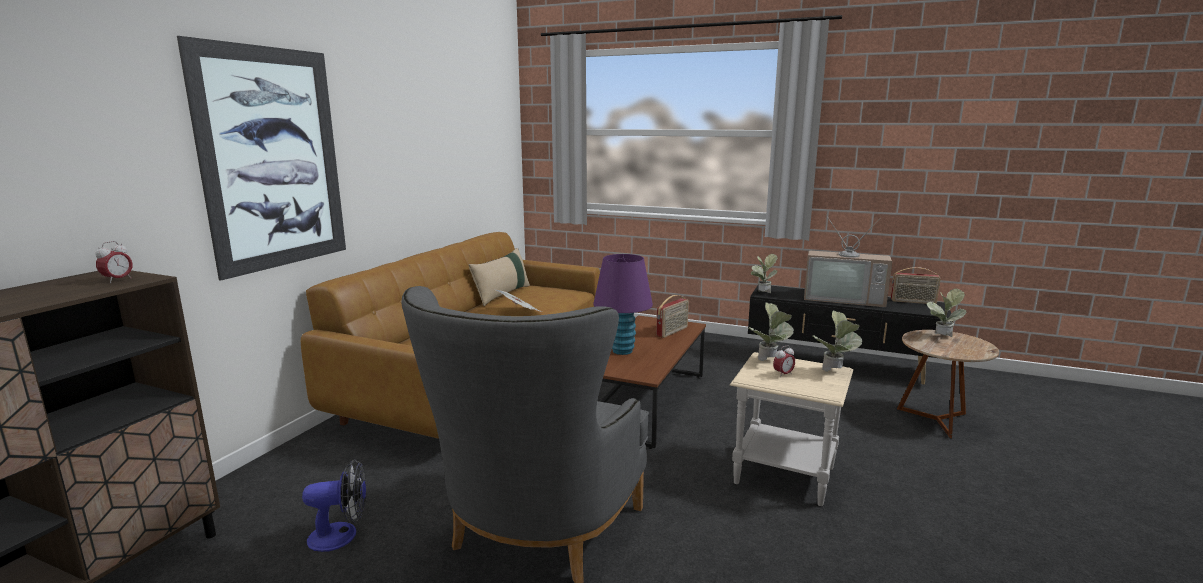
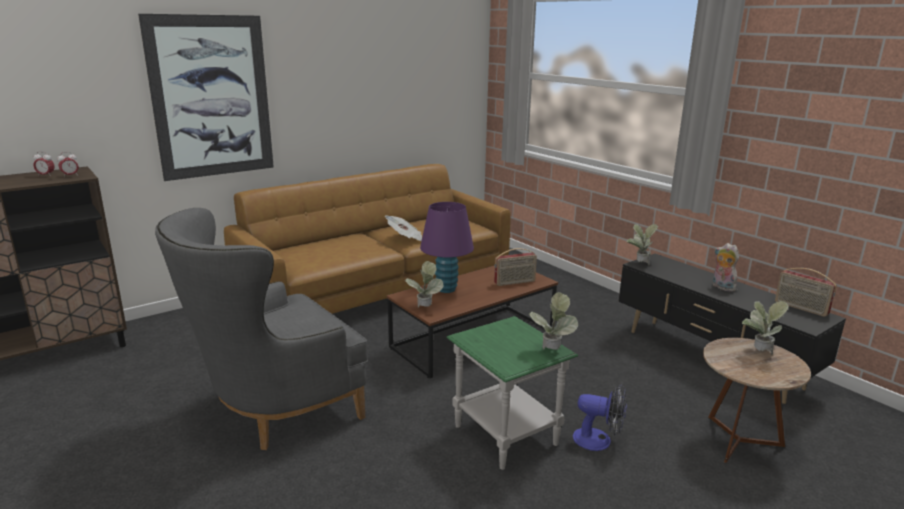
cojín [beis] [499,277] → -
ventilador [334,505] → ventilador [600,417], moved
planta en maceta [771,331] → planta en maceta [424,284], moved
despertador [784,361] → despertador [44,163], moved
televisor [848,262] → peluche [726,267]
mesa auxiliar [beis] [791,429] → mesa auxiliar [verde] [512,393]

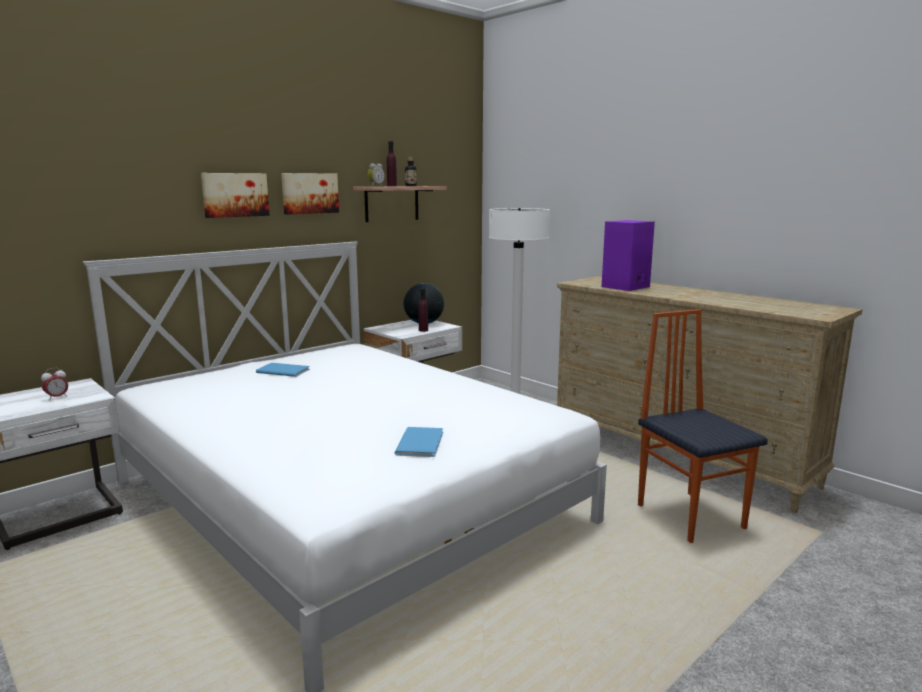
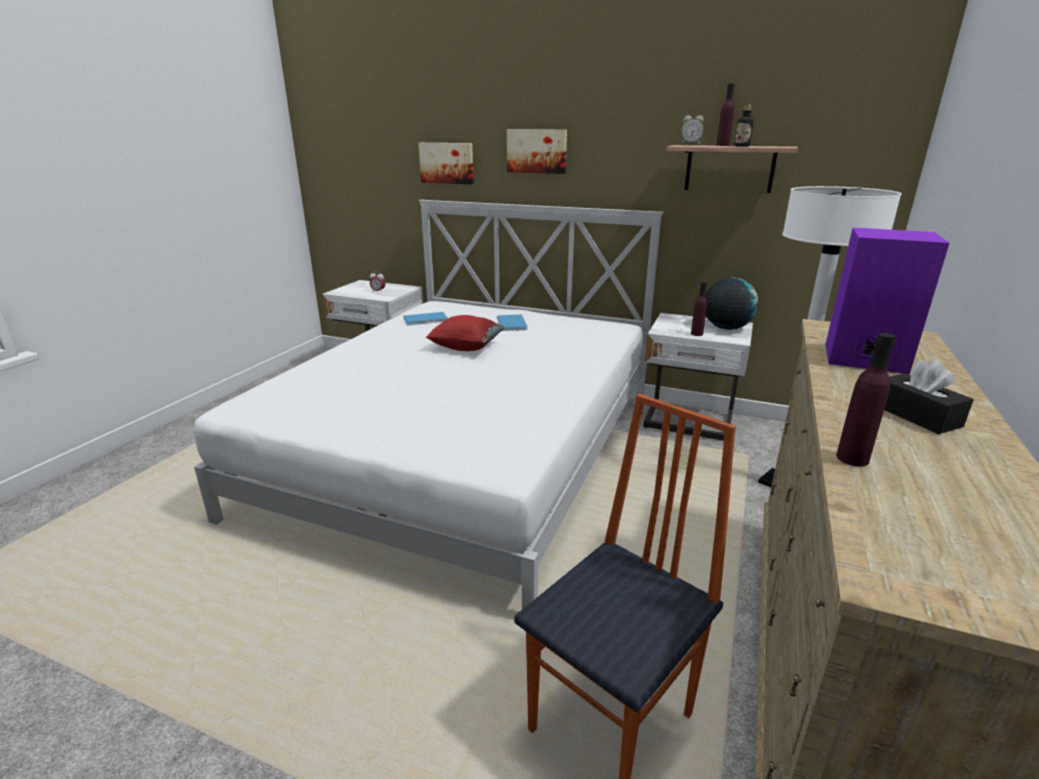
- → cojín [rojo] [465,333]
- → botella [morado] [866,399]
- → caja de pañuelos [negro] [928,397]
cuadro [310,193] → cuadro [446,163], moved
libro [azul] [419,442] → libro [azul] [425,318], moved

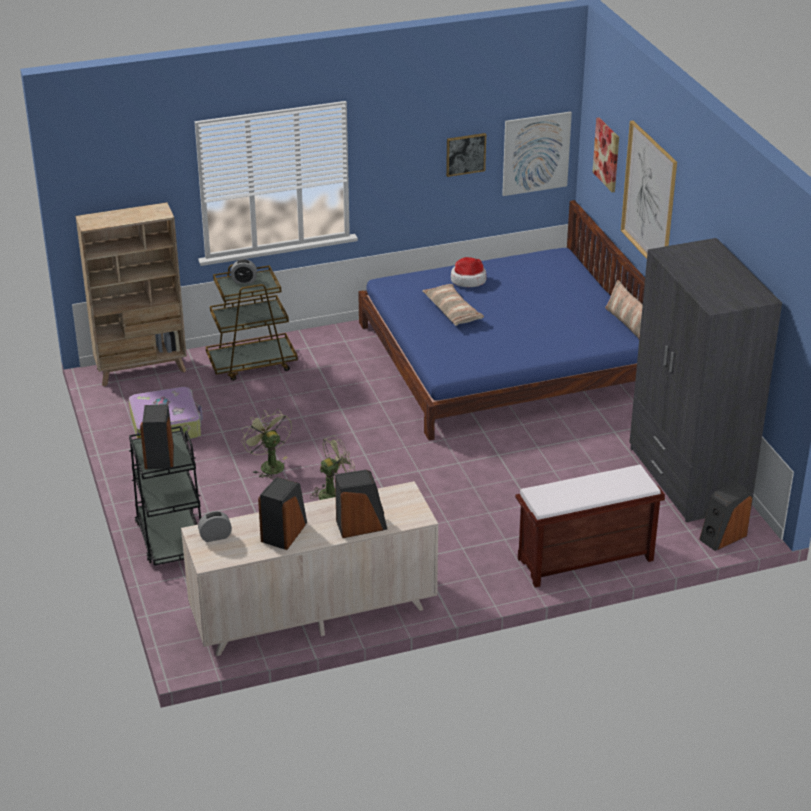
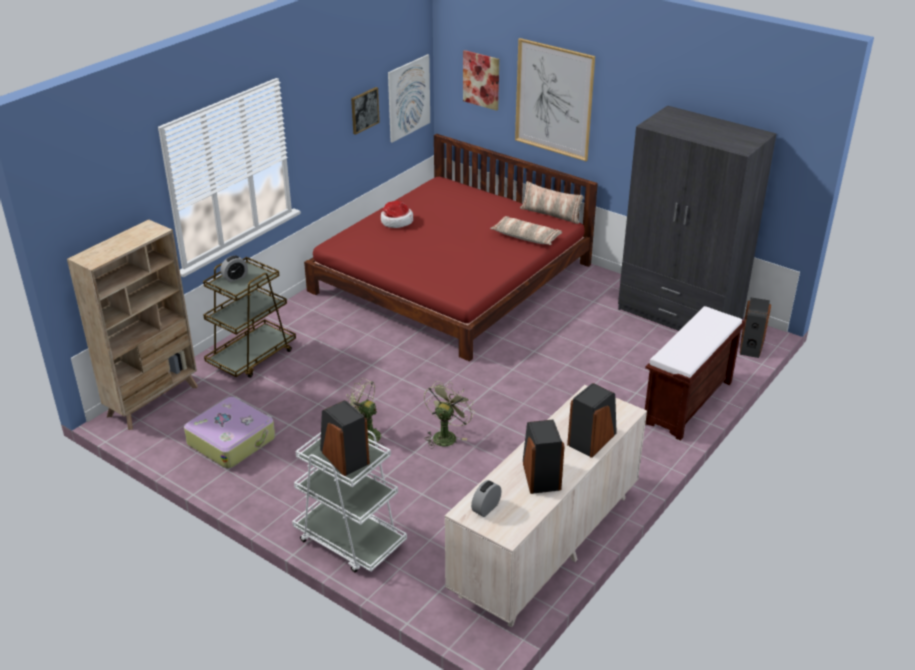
cojín [453,305] → cojín [526,230], moved
carrito [negro] [165,496] → carrito [blanco] [349,501]
cama [azul] [501,320] → cama [rojo] [451,248]

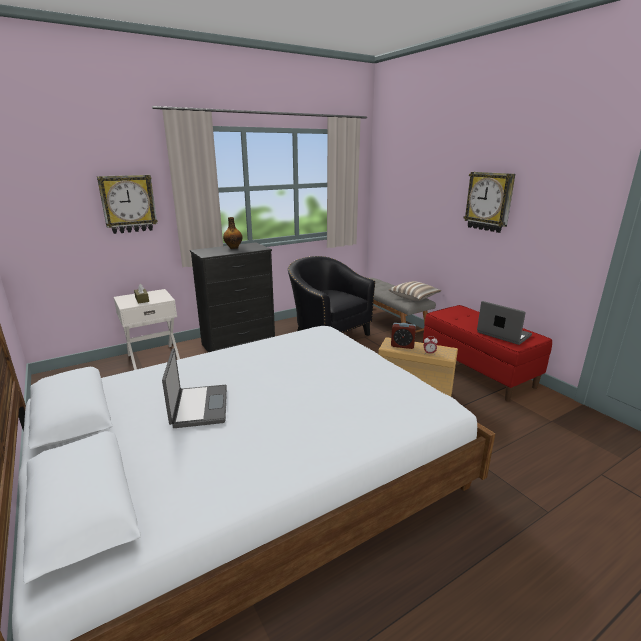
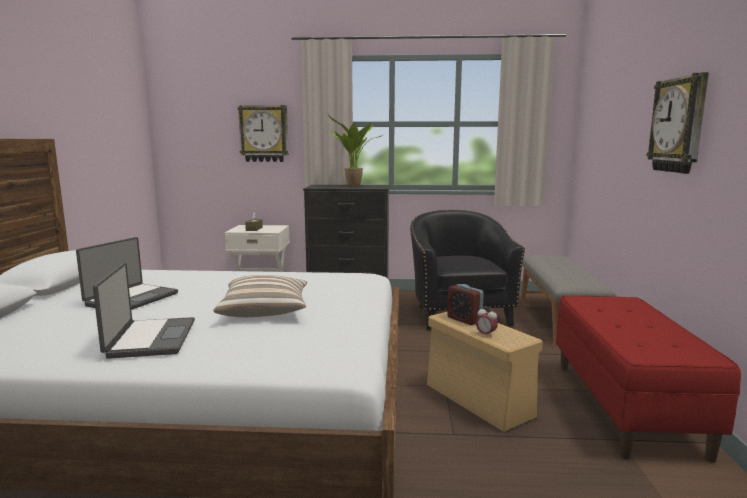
cojín [414,291] → cojín [260,296], moved
portátil [504,323] → portátil [144,311], moved
botella [233,233] → planta en maceta [356,150]

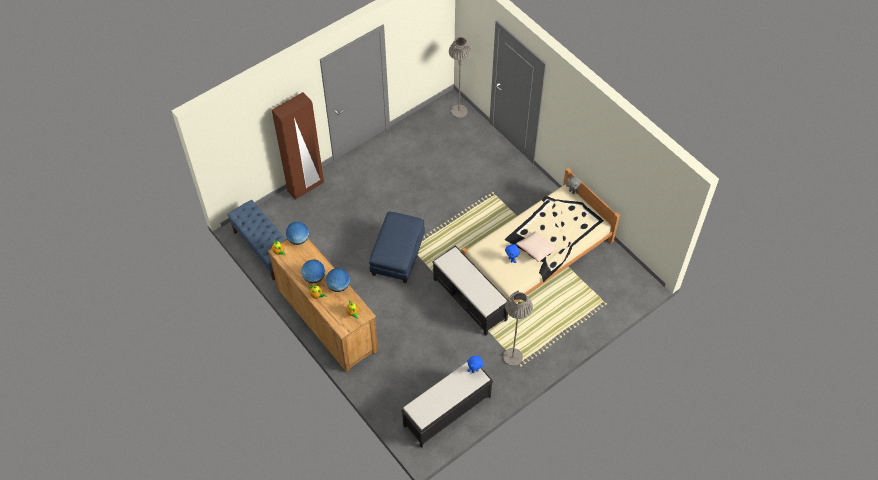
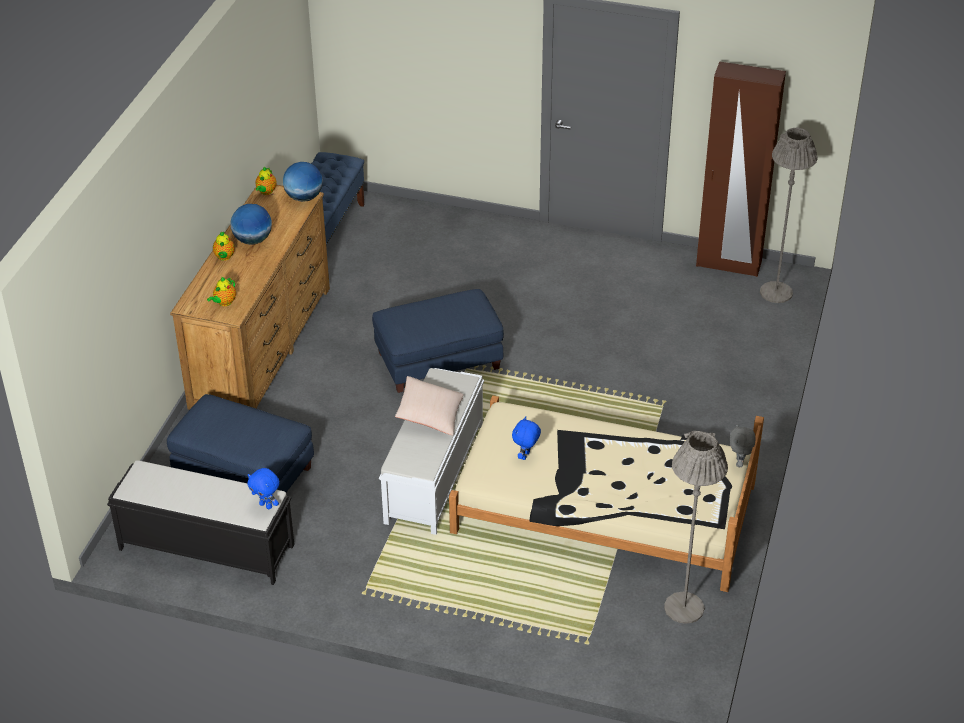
globo terráqueo [338,280] → -
- → puf [azul] [240,443]
armario ropero [marrón] [298,146] → armario ropero [marrón] [741,169], moved
lámpara de pie [gris] [518,328] → lámpara de pie [gris] [696,527], moved
cojín [beis] [537,246] → cojín [beis] [429,405], moved
banco [negro] [470,290] → banco [blanco] [431,451]

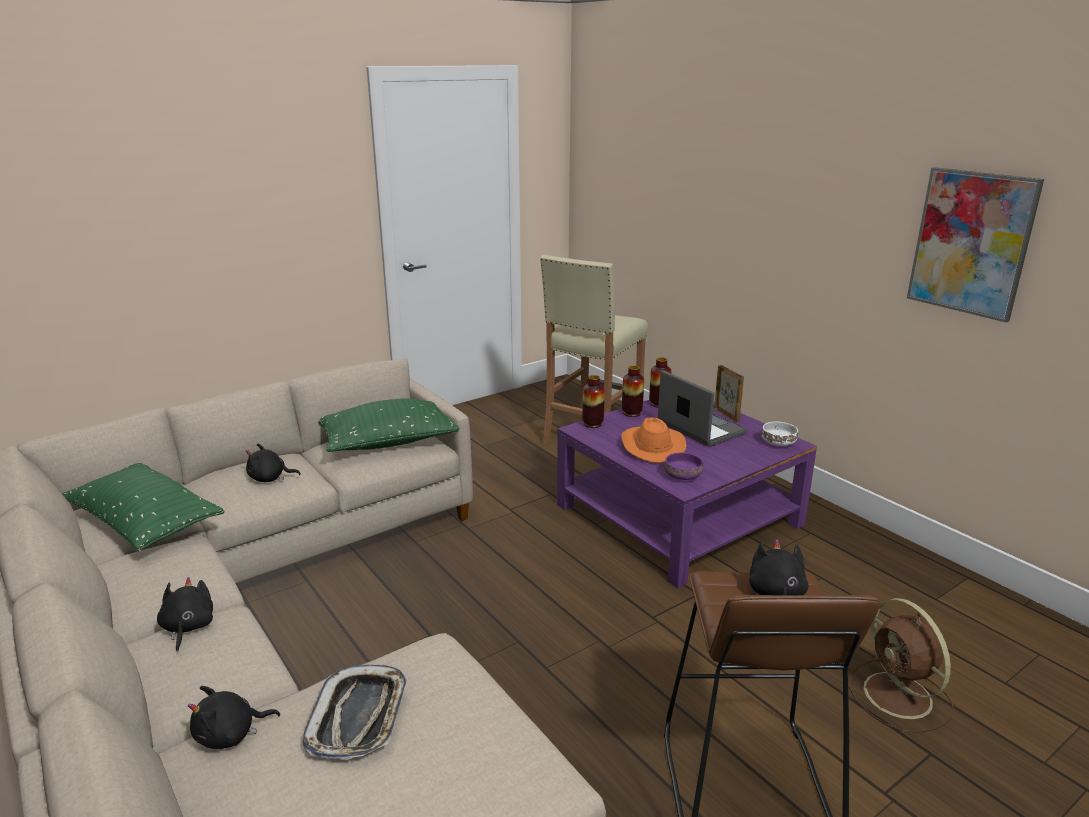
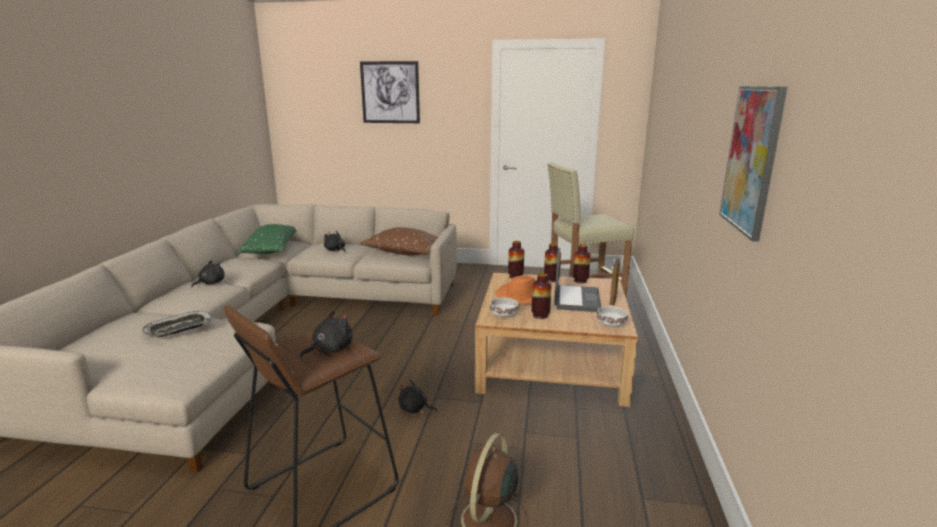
- → cuadro [390,92]
- → florero [541,296]
peluche [negro] [234,717] → peluche [negro] [417,397], moved
cojín [verde] [388,425] → cojín [marrón] [405,241]
mesa de centro [morado] [687,494] → mesa de centro [beis] [556,340]
cuenco [morado] [683,466] → cuenco [blanco] [504,307]

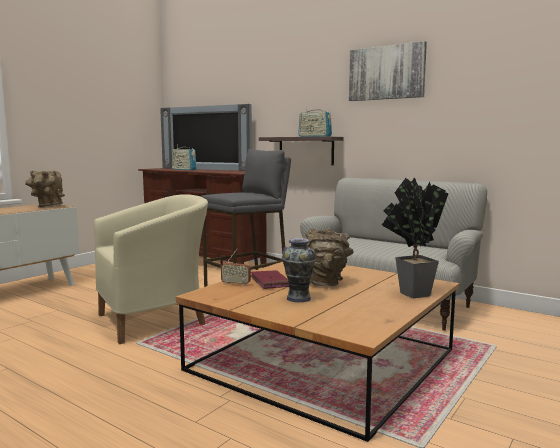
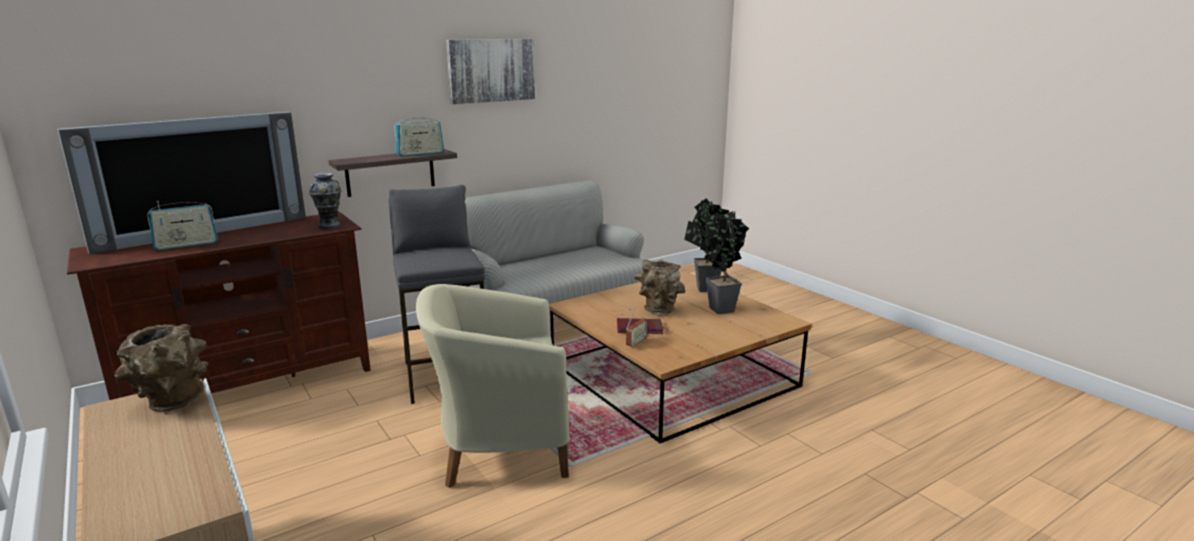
- → planta en maceta [726,262]
florero [299,270] → florero [325,201], moved
sillón [beis] [151,269] → sillón [beis] [493,386], 90 degrees counterclockwise

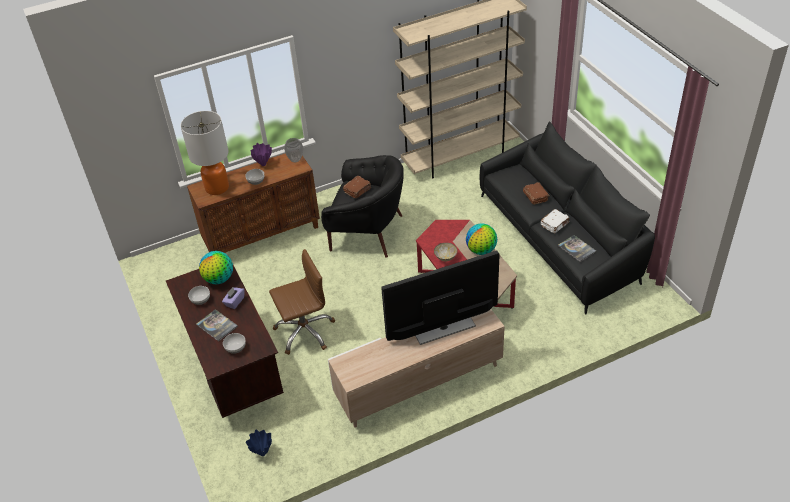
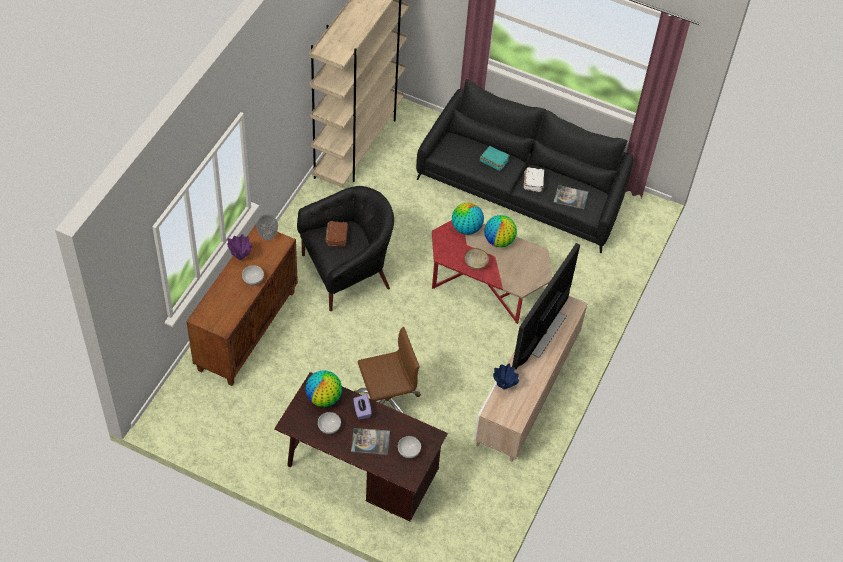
lámpara de mesa [204,153] → -
- → globo terráqueo [468,218]
florero [azul] [259,442] → florero [azul] [506,376], moved
libro [marrón] [536,193] → libro [turquesa] [495,158]
silla de oficina [marrón] [302,302] → silla de oficina [marrón] [387,370], 45 degrees clockwise

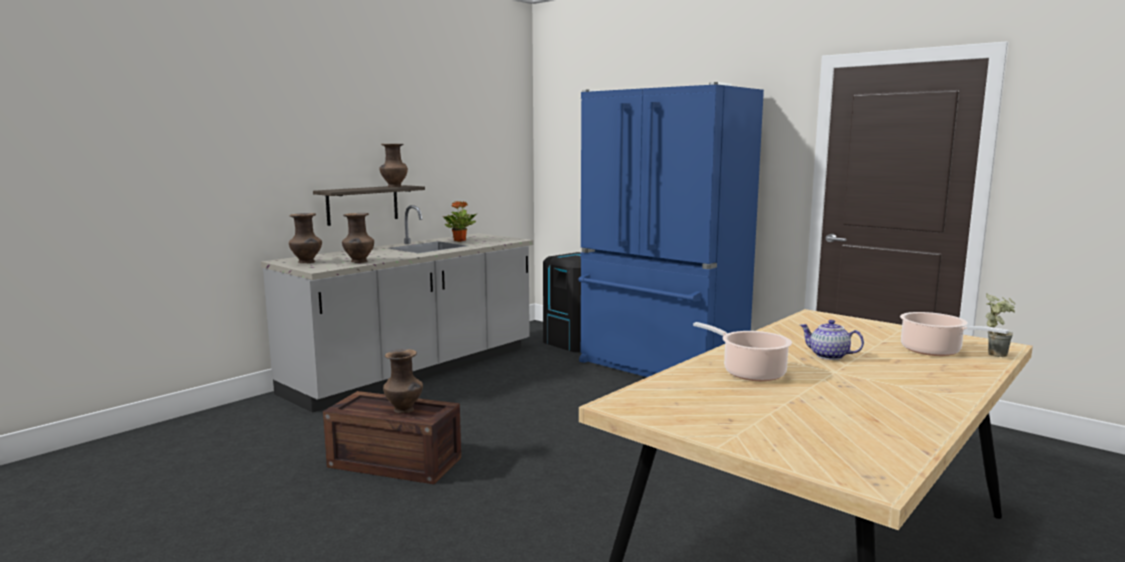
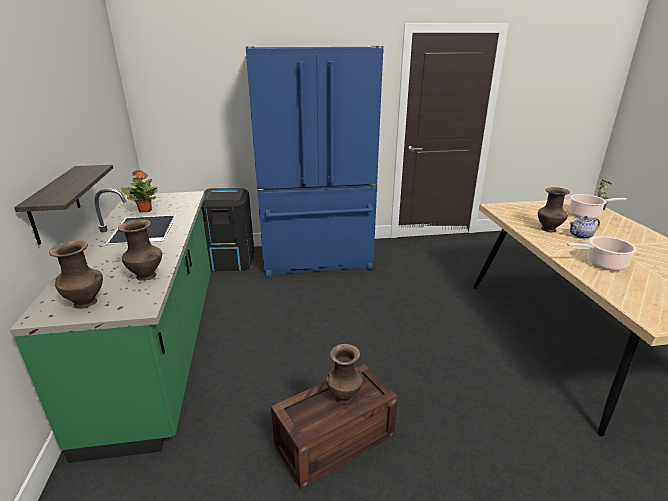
florero [marrón] [394,165] → florero [marrón] [554,209], moved
mueble bajo de cocina [gris] [397,309] → mueble bajo de cocina [verde] [110,326]

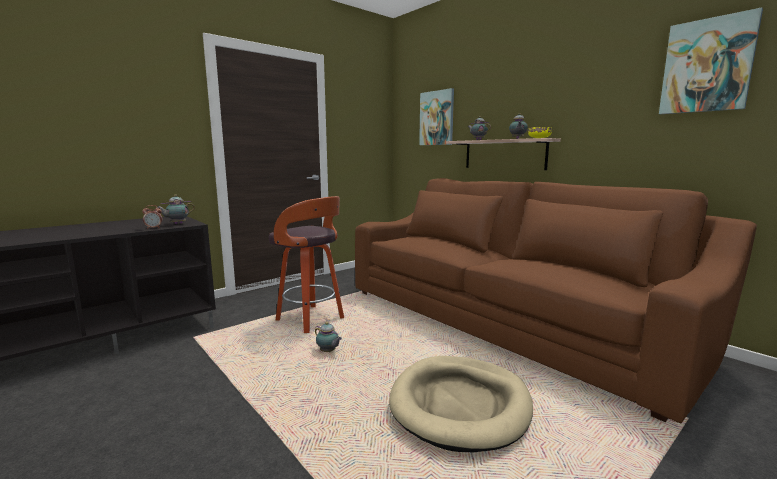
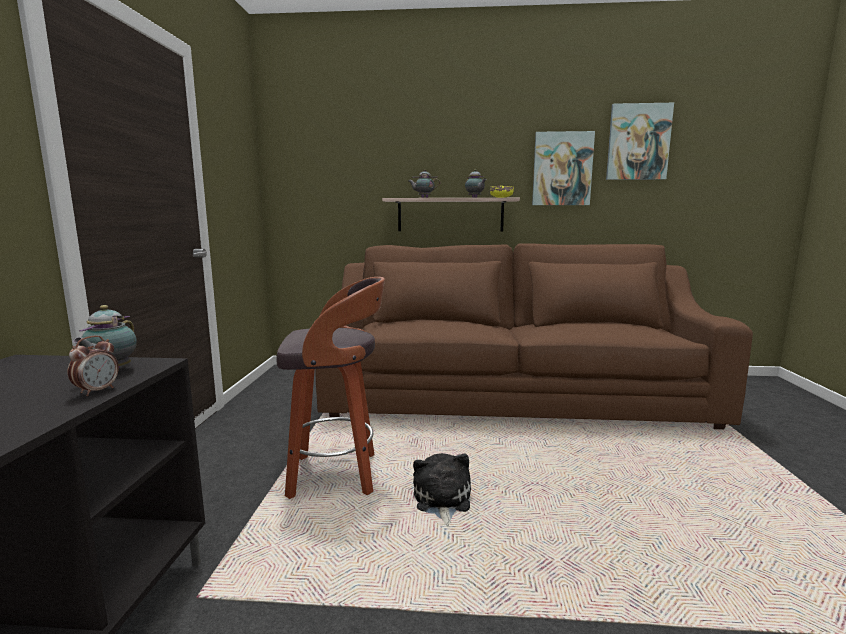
cama para perro [beis] [461,404] → -
cuadro [436,116] → cuadro [563,168], moved
tetera [328,337] → peluche [442,489]

